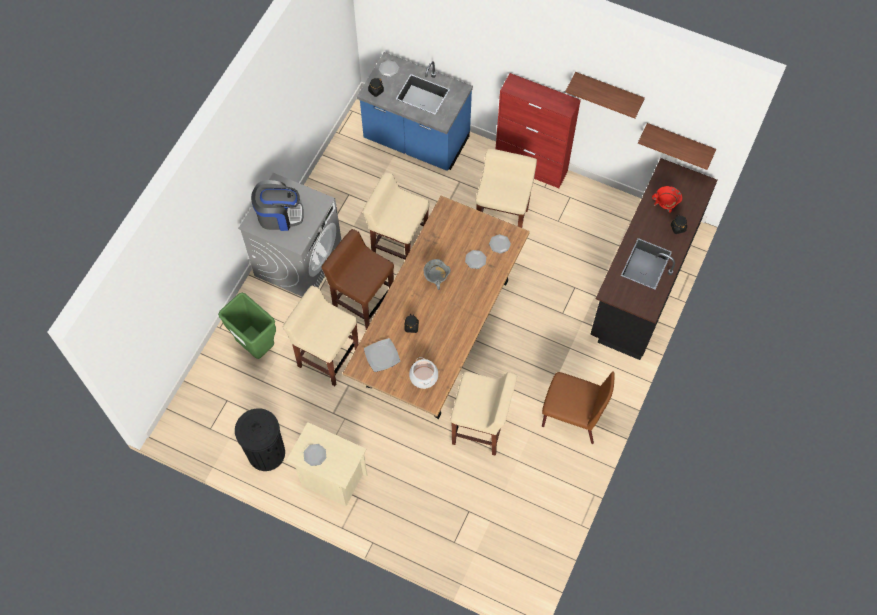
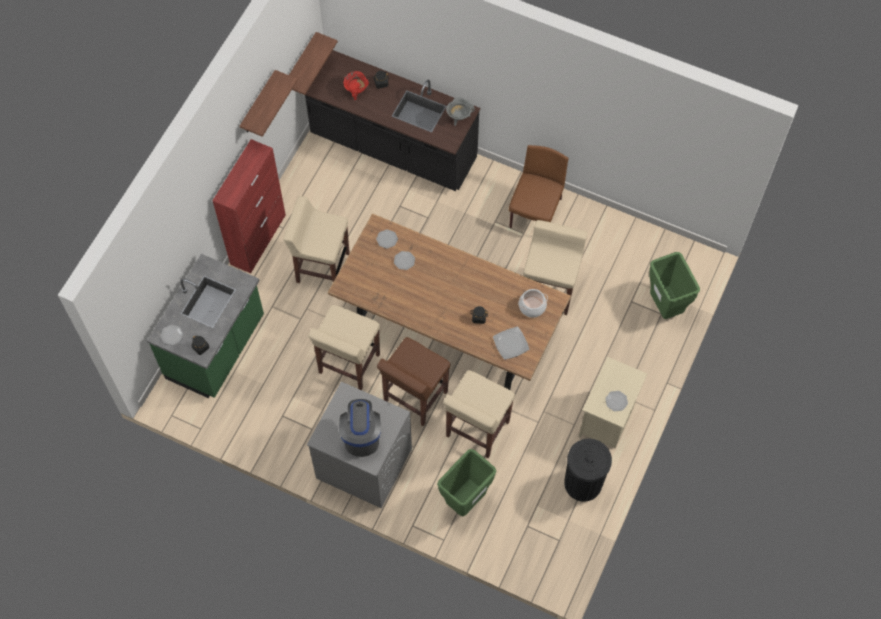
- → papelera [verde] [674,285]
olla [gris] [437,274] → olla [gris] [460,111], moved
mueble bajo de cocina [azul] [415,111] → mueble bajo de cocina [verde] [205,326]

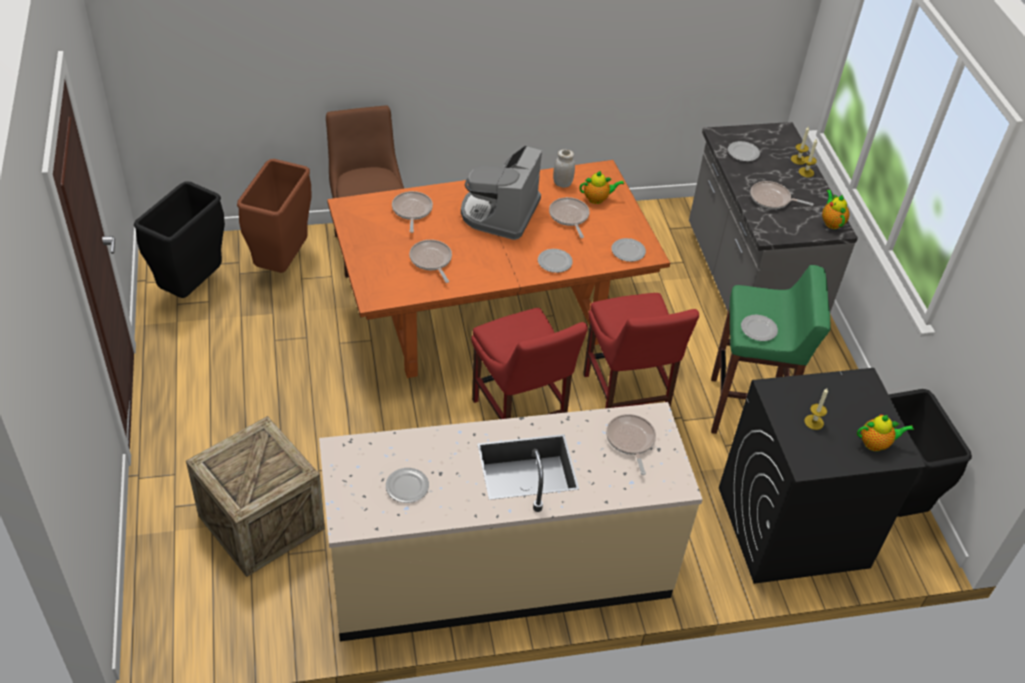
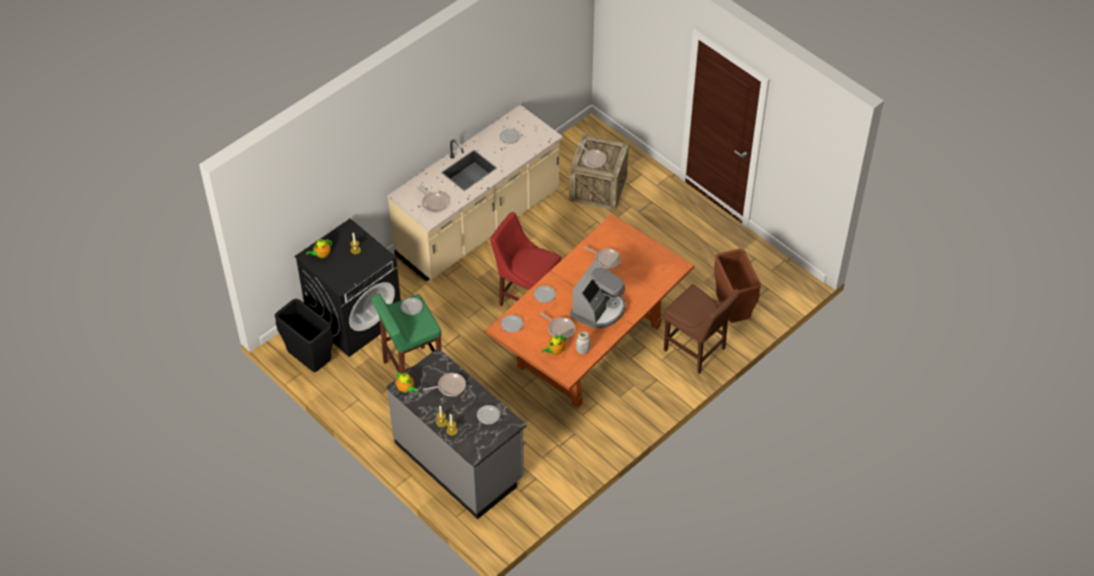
papelera [negro] [179,239] → -
silla [rojo] [641,350] → -
sartén [412,212] → sartén [592,155], moved
cafetera [501,192] → cafetera [598,295], 45 degrees clockwise

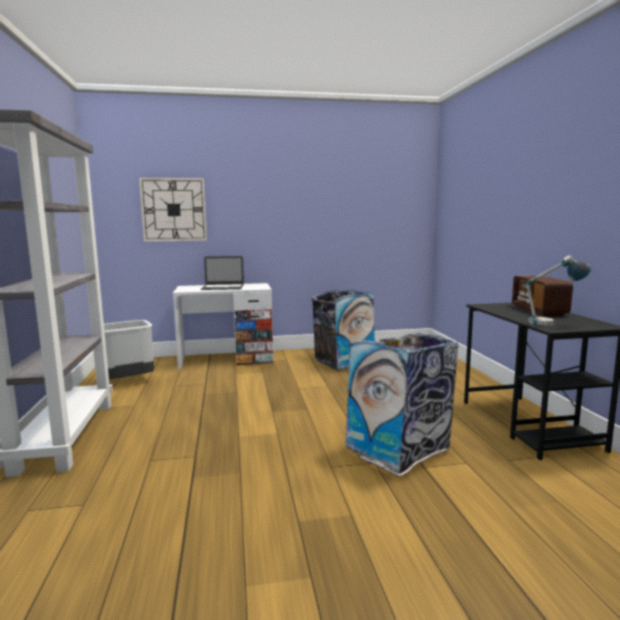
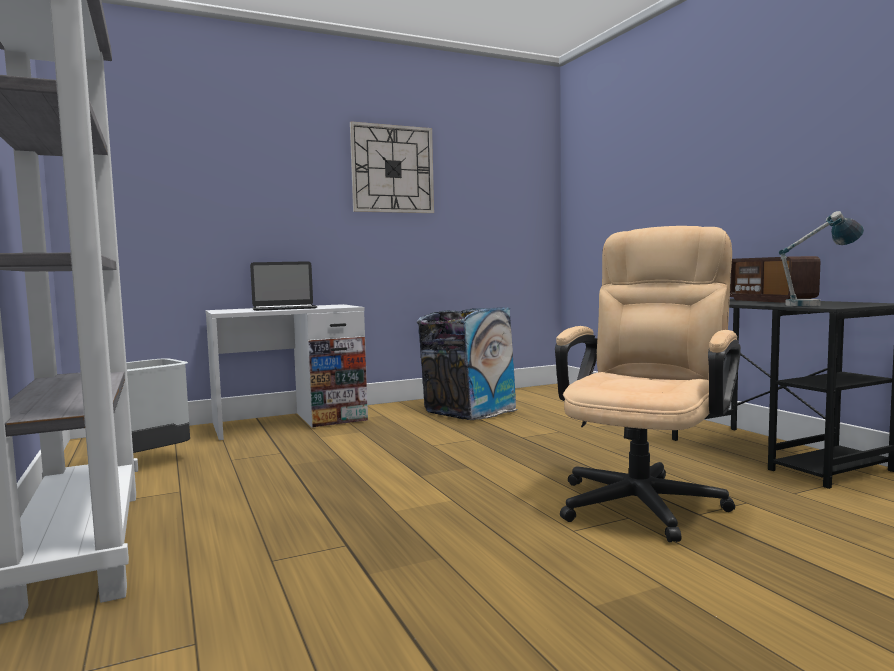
reloj de pared [173,210] → reloj de pared [392,167], moved
papelera [401,405] → silla de oficina [beis] [648,384]

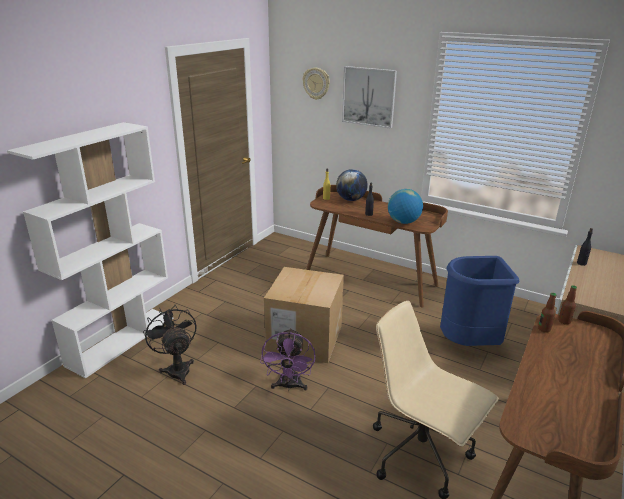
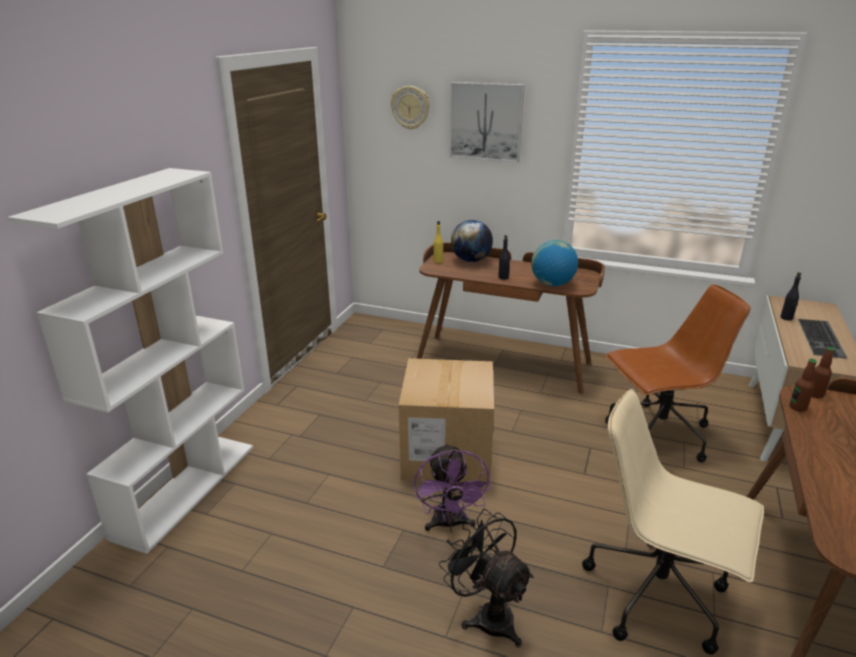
- → teclado [822,339]
ventilador [negro] [169,345] → ventilador [negro] [486,578], moved
papelera [azul] [479,301] → silla de oficina [marrón] [677,373]

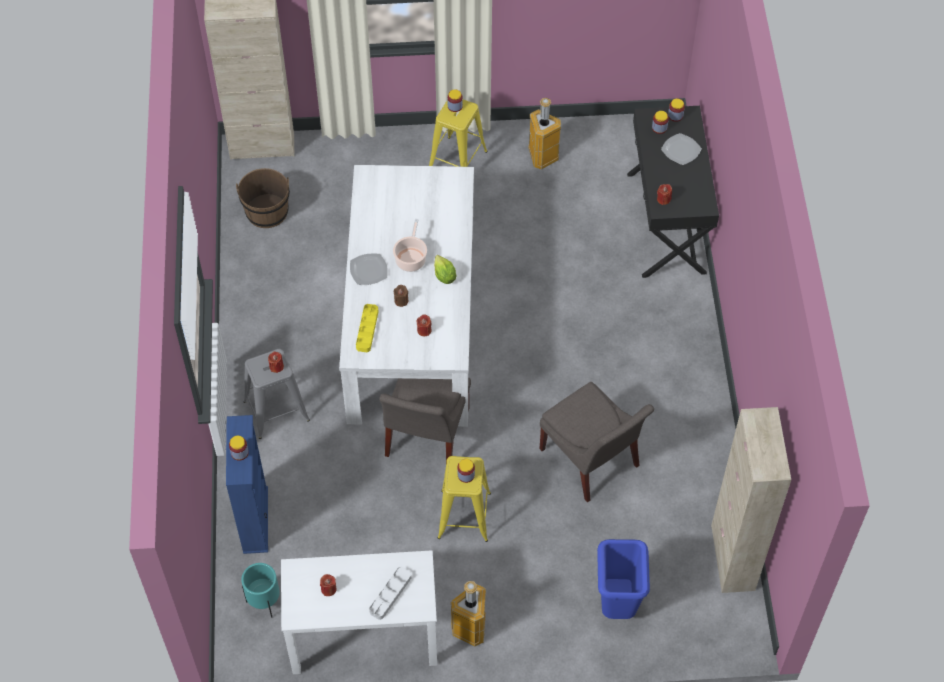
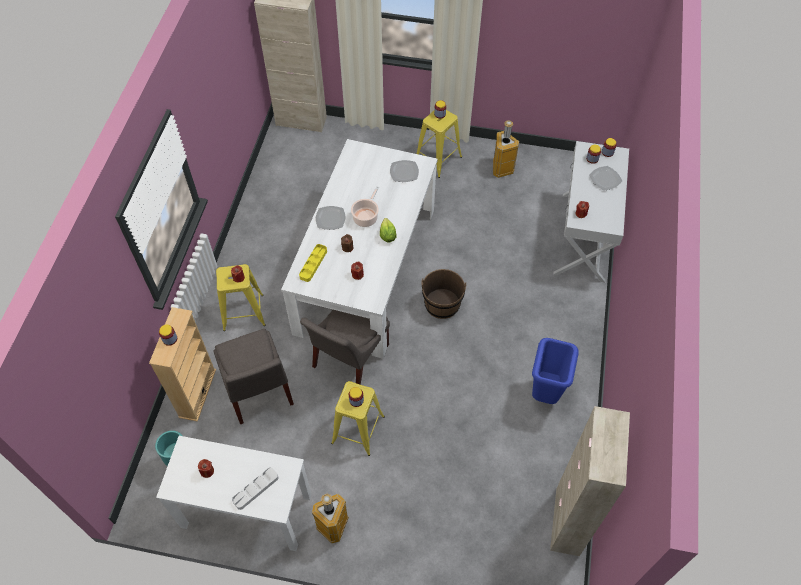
- → plato [404,171]
cubo [marrón] [263,198] → cubo [marrón] [444,294], moved
silla [gris] [597,442] → silla [gris] [253,376], moved
papelera [azul] [623,579] → papelera [azul] [555,371], moved
estantería [azul] [247,484] → estantería [beis] [182,364]
taburete [gris] [277,394] → taburete [amarillo] [241,297]
mesa consola [negro] [673,192] → mesa consola [blanco] [591,212]

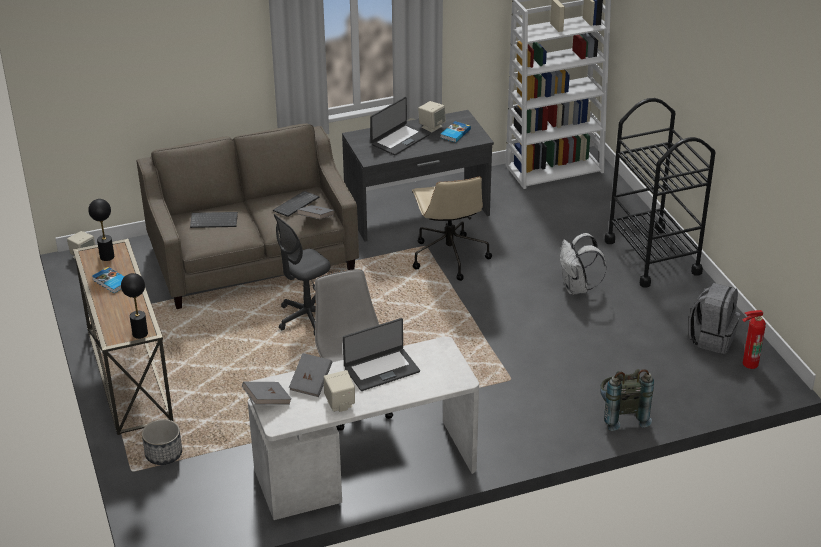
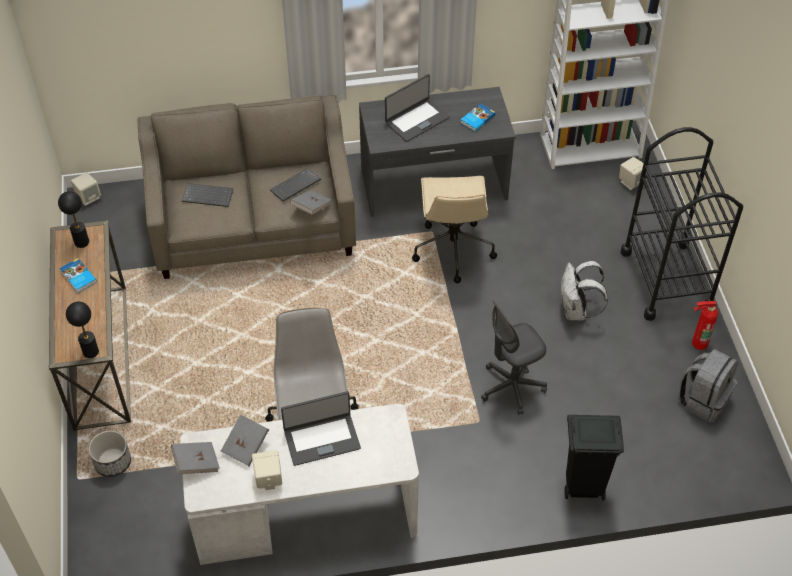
silla de oficina [gris] [302,275] → silla de oficina [gris] [514,358], moved
altavoz [beis] [432,117] → altavoz [beis] [633,173], moved
extintor [754,339] → extintor [705,324], moved
mochila [gris] [627,400] → papelera [negro] [594,457]

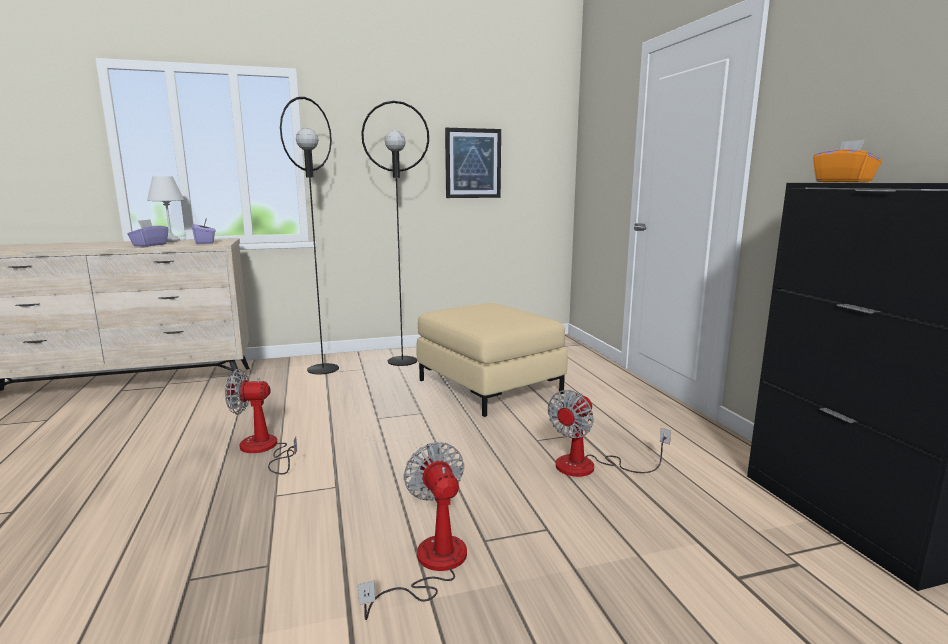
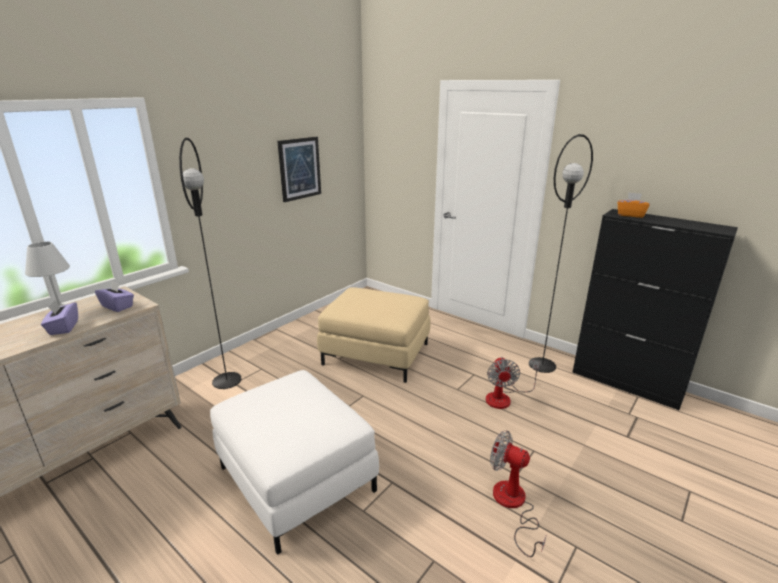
lámpara de pie [negro] [395,233] → lámpara de pie [negro] [561,253], moved
ventilador [261,421] → puf [blanco] [294,462]

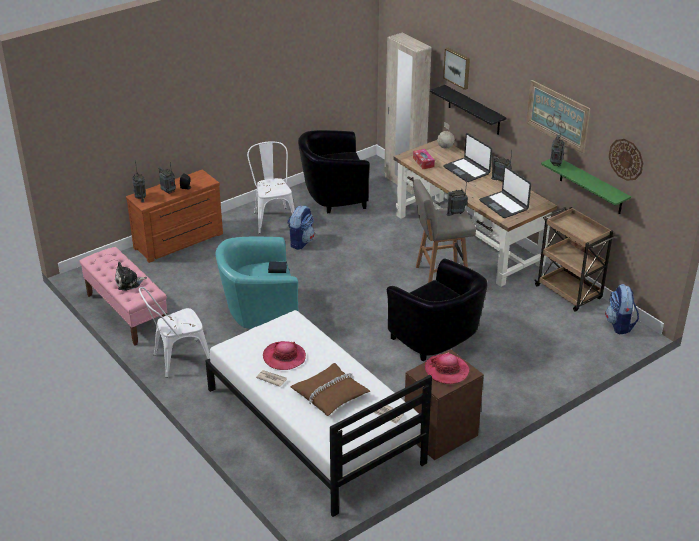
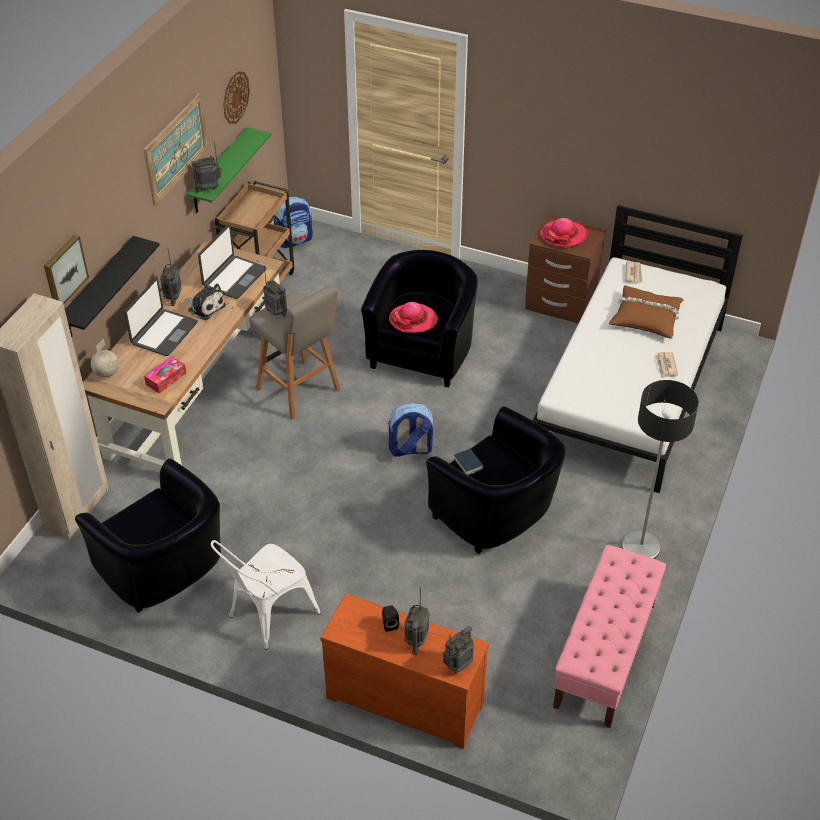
peluche [131,276] → peluche [205,301], moved
sombrero [284,355] → sombrero [413,317], moved
mochila [301,227] → mochila [410,430], moved
silla [blanco] [174,332] → lámpara de pie [660,469]
sillón [turquesa] [257,283] → sillón [negro] [495,480]

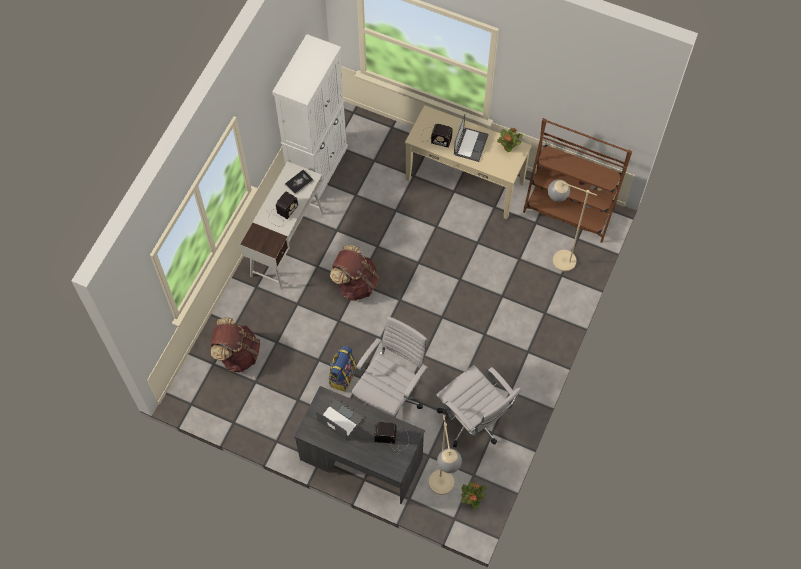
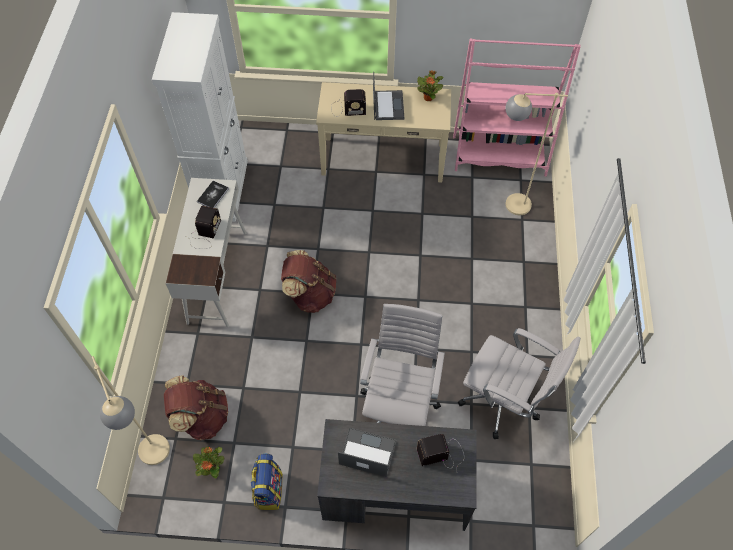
mochila [342,369] → mochila [266,481], moved
lámpara de pie [beis] [445,455] → lámpara de pie [beis] [131,410], moved
planta en maceta [473,495] → planta en maceta [209,462], moved
estantería [marrón] [577,180] → estantería [rosa] [517,107]

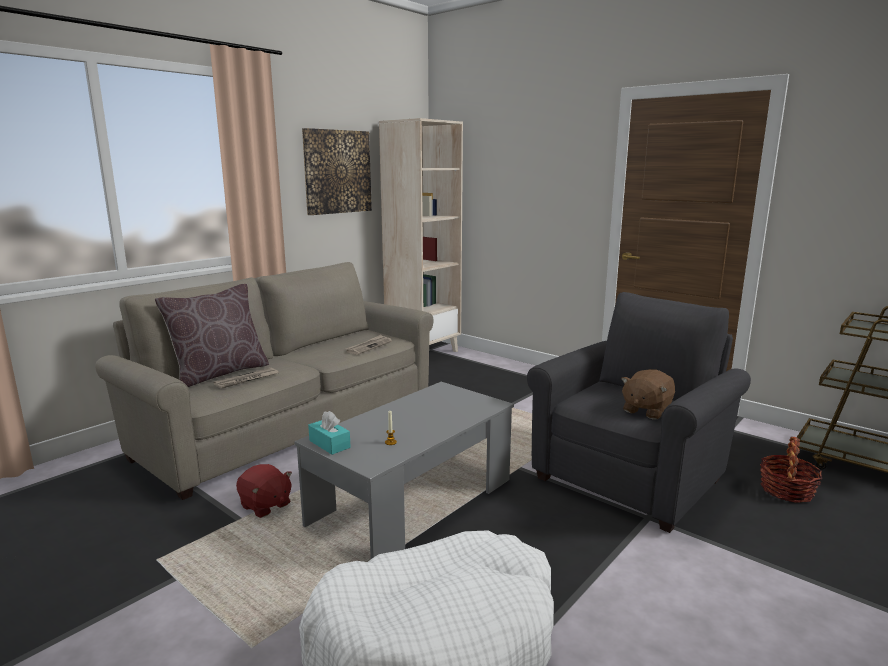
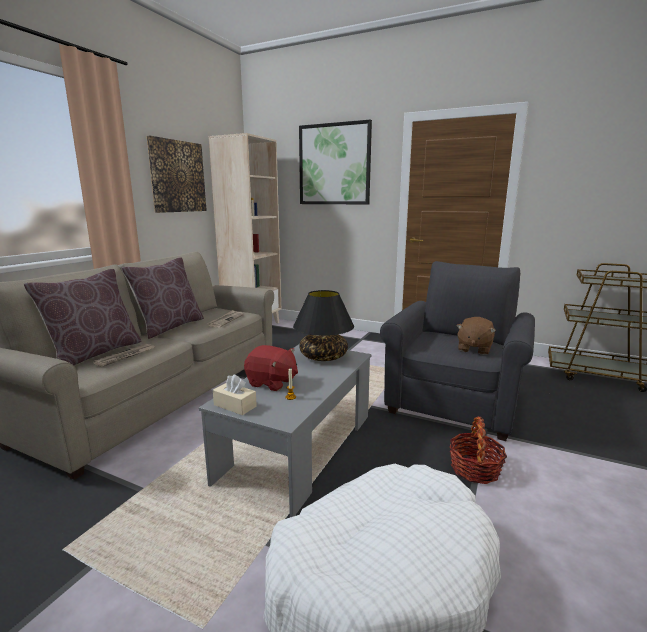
- → cojín [marrón] [163,298]
- → lámpara de mesa [negro] [323,325]
- → cuadro [335,161]
peluche [rojo] [264,491] → peluche [rojo] [271,368], moved
cesta [791,470] → cesta [478,450], moved
caja de pañuelos [turquesa] [329,433] → caja de pañuelos [beis] [235,394]

